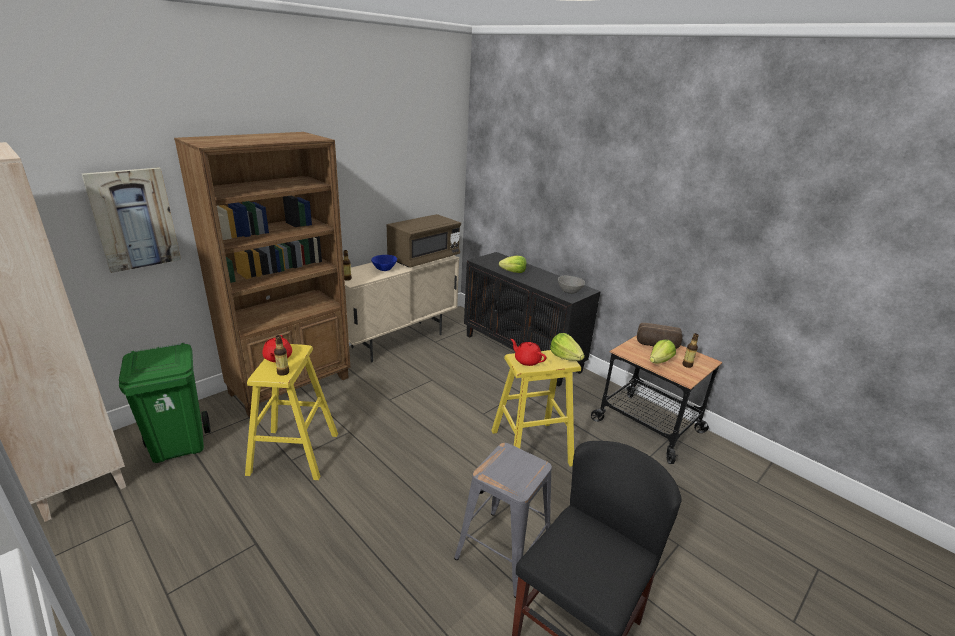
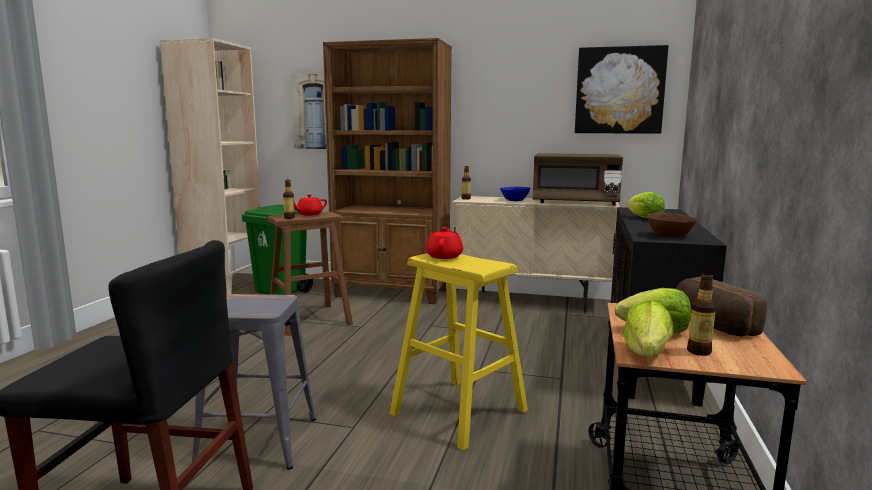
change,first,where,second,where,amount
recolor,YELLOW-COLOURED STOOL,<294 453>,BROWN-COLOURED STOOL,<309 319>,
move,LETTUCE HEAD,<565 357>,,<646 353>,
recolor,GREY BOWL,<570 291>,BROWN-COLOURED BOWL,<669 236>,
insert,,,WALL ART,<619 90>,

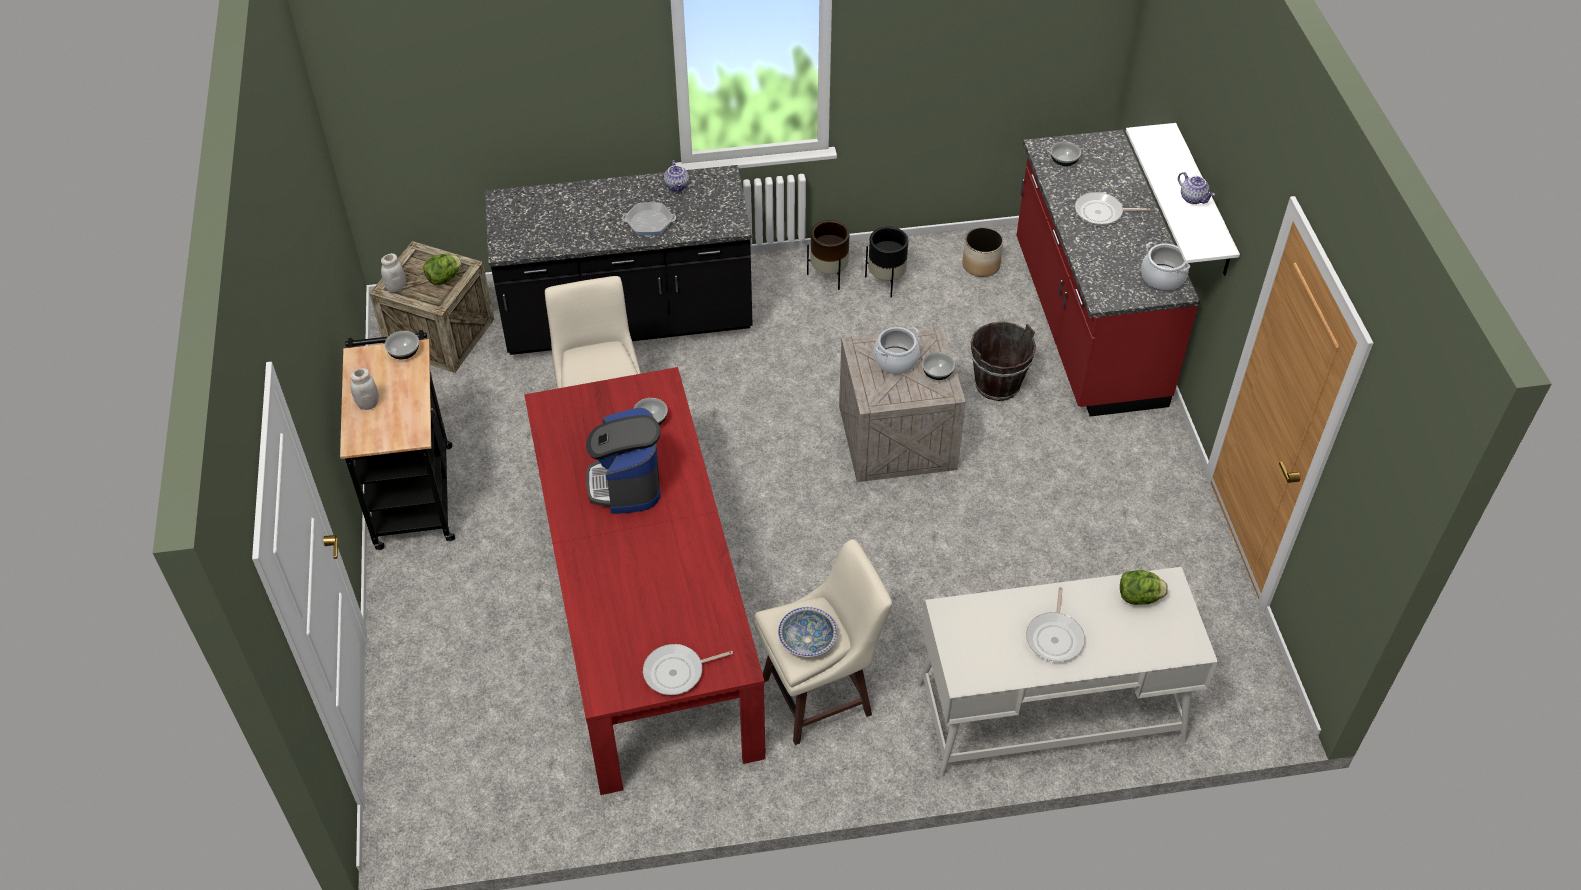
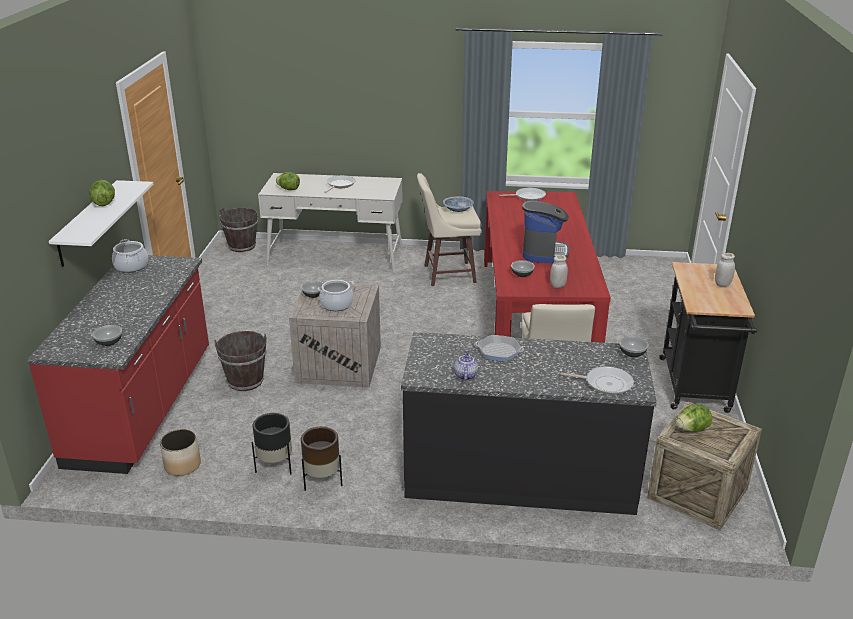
change,first,where,second,where,amount
move,WHITISH STORAGE JAR,<396 287>,,<558 285>,
move,BOWL,<404 353>,,<632 353>,
move,SKILLET,<1101 213>,,<605 383>,
replace,TEA POT,<1193 198>,LETTUCE HEAD,<104 203>,
insert,,,BROWN-COLOURED PAIL,<242 246>,

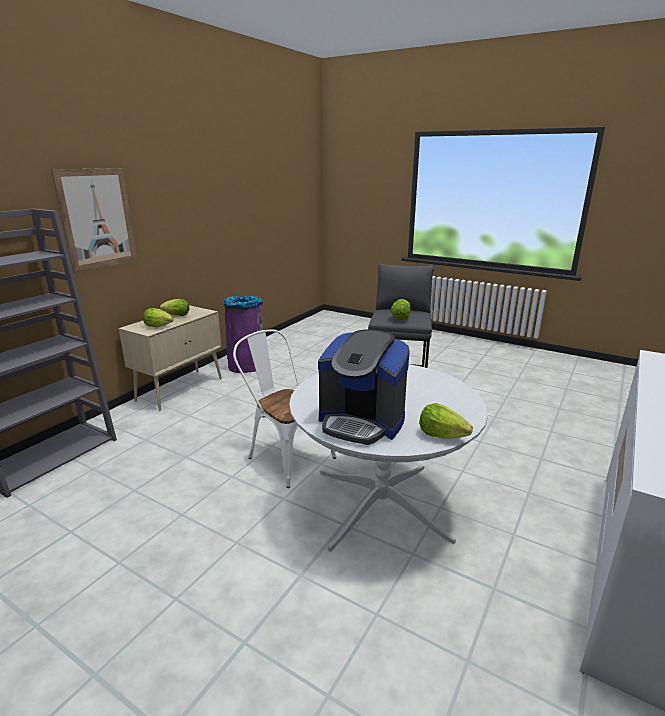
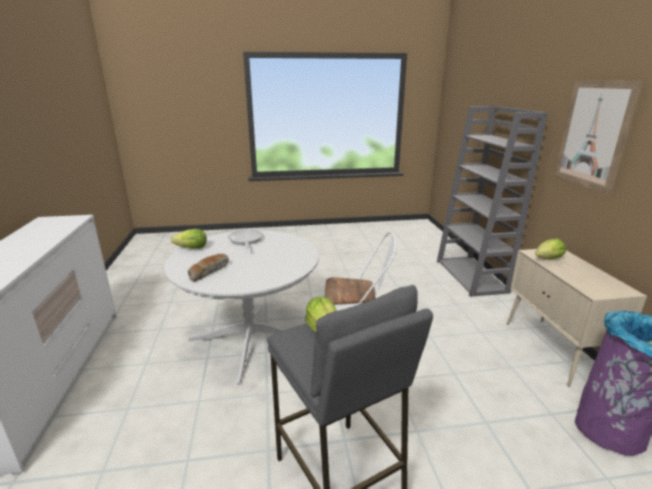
change,first,where,second,where,amount
delete,LETTUCE HEAD,<177 315>,,,
replace,COFFEE MACHINE,<361 422>,SKILLET,<245 241>,
insert,,,BREAD,<209 271>,

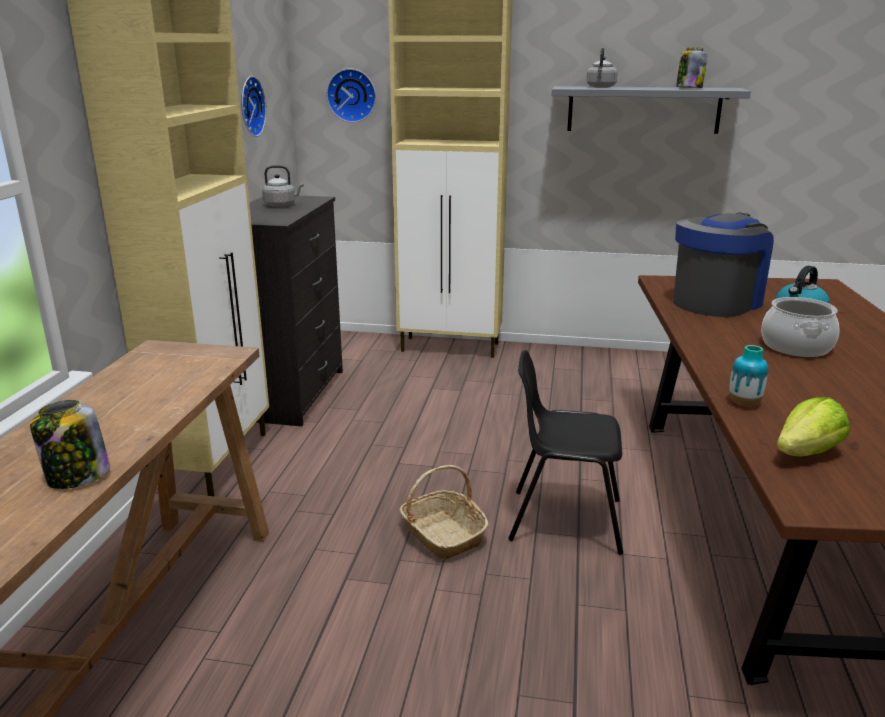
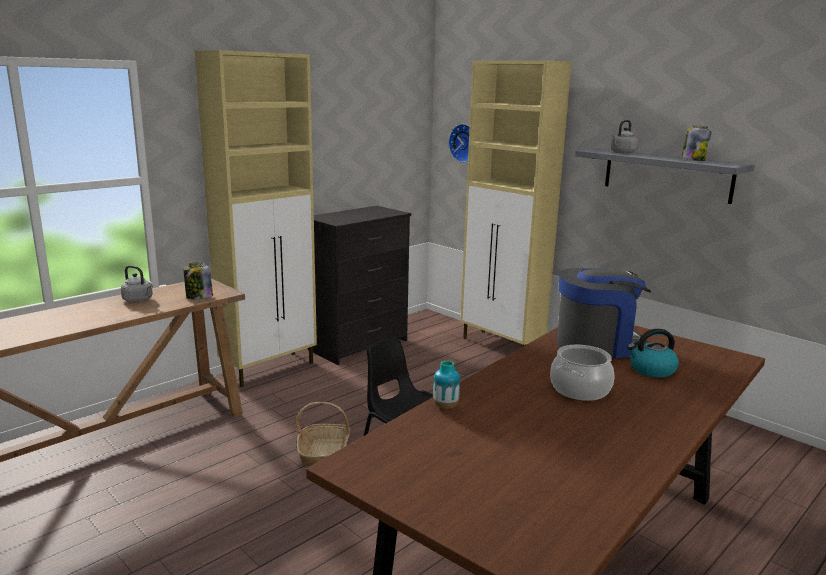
change,first,where,second,where,amount
move,STORAGE JAR,<77 477>,,<199 297>,
delete,CLOCK ON THE WALL,<249 106>,,,
move,GREY WATER KETTLE,<281 205>,,<139 300>,
delete,LETTUCE HEAD,<806 453>,,,

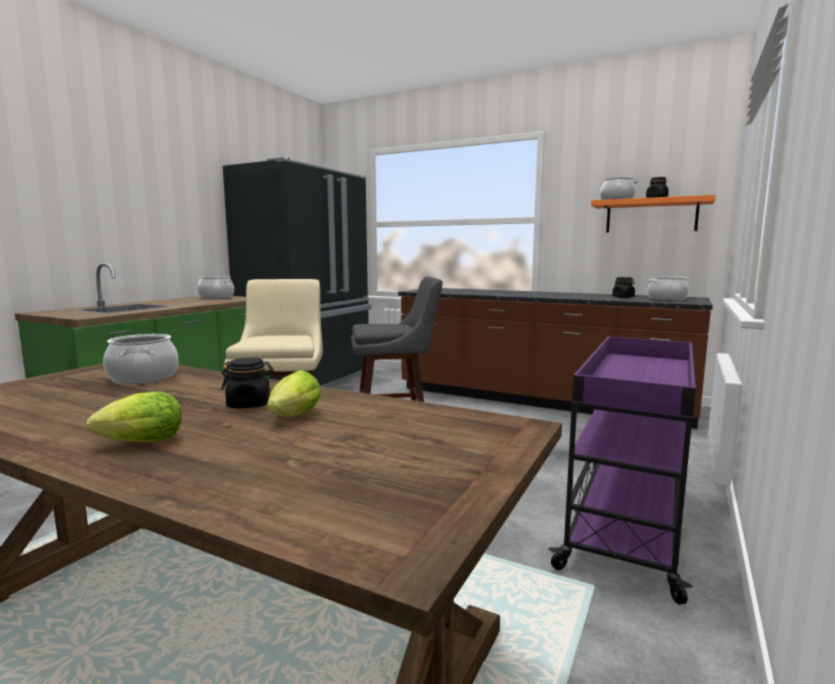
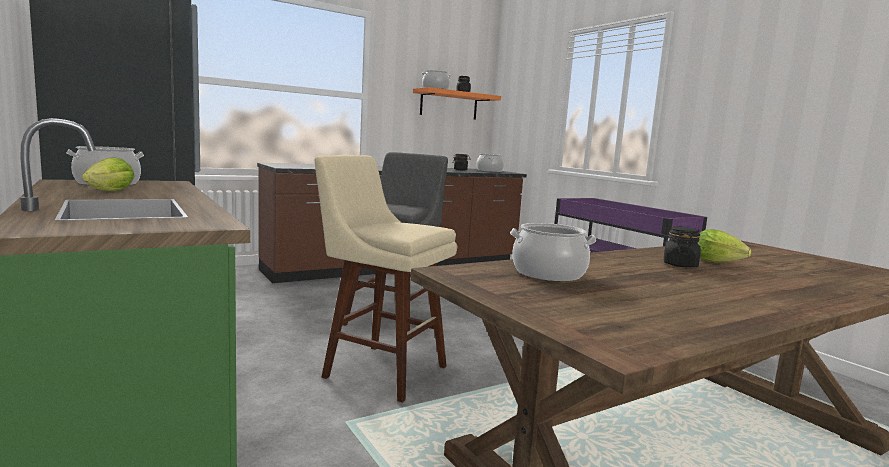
change,first,where,second,where,amount
move,LETTUCE HEAD,<137 443>,,<107 191>,

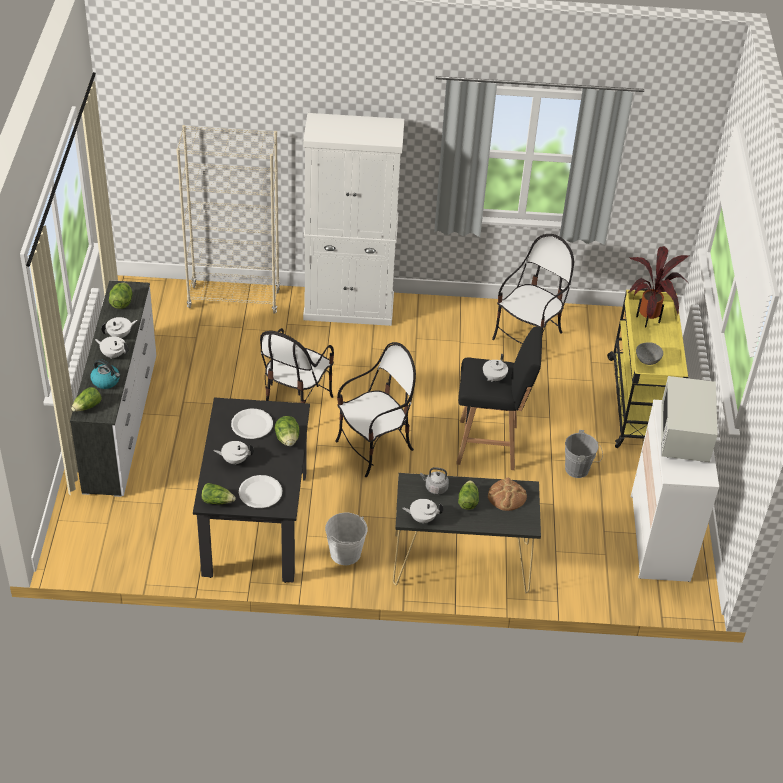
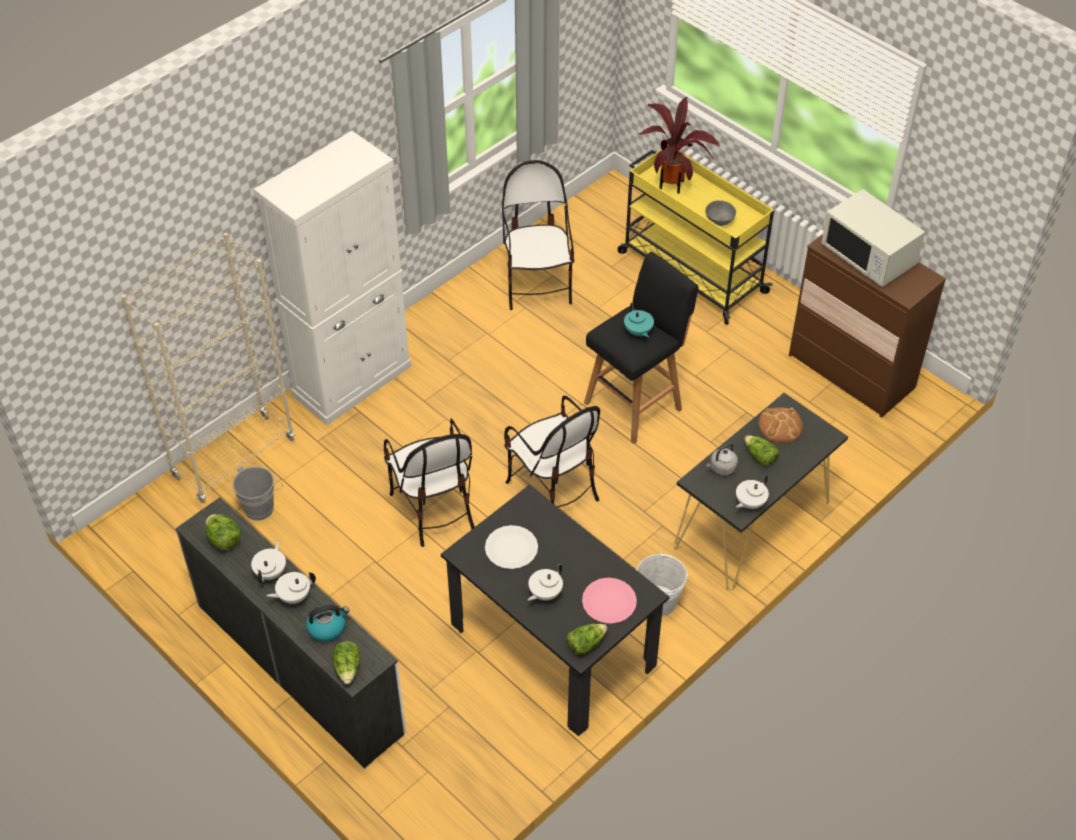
change,first,where,second,where,amount
recolor,WHITISH FLAT DISH,<260 493>,PINK FLAT DISH,<609 602>,
delete,LETTUCE HEAD,<287 439>,,,
rotate,PLAIN CHAIR,<374 448>,,<553 488>,135 degrees clockwise
recolor,WHITISH TEA POT,<493 378>,BLUE-GREEN TEA POT,<638 332>,
move,GREY PAIL,<579 469>,,<262 507>,
recolor,WHITISH CHEST OF DRAWERS,<659 538>,BROWN-COLOURED CHEST OF DRAWERS,<851 372>,

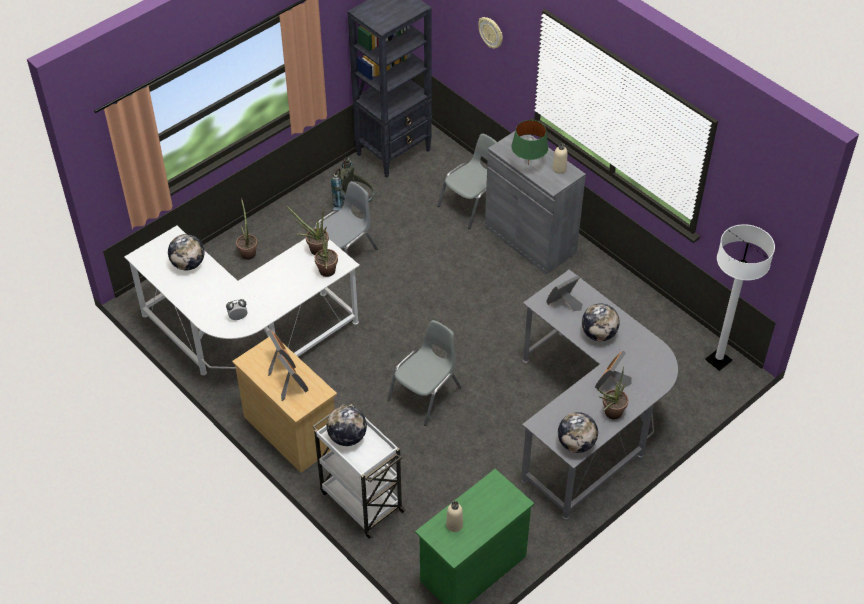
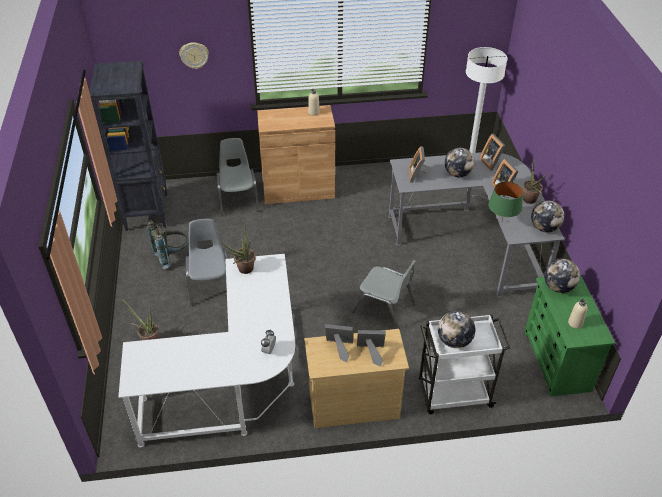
change,first,where,second,where,amount
move,WORLD GLOBE,<188 264>,,<558 287>,
delete,HOUSEPLANT,<326 273>,,,
rotate,GREY PLAIN CHAIR,<425 394>,,<384 308>,135 degrees clockwise
recolor,GREY STORAGE CABINET,<530 239>,BROWN-COLOURED STORAGE CABINET,<298 190>,
move,GREEN-COLOURED TABLE LAMP,<528 164>,,<501 222>,
insert,,,STANDING FRAME,<491 162>,

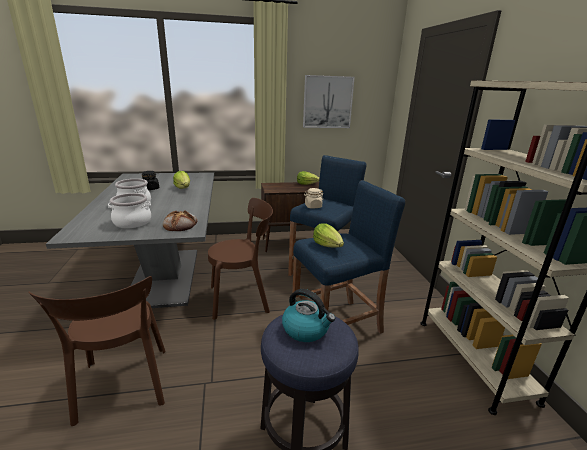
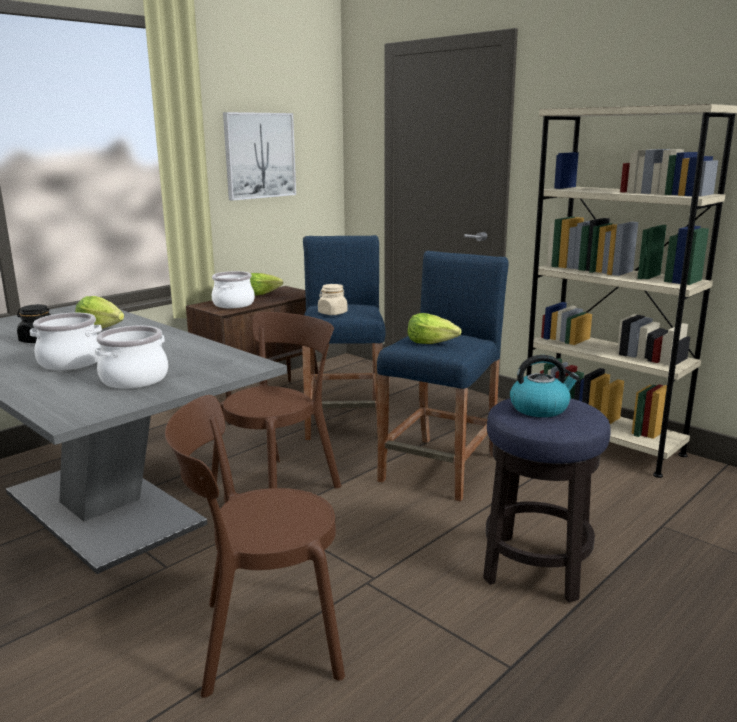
change,first,where,second,where,amount
rotate,BROWN-COLOURED PLAIN CHAIR,<123 387>,,<262 639>,135 degrees clockwise
delete,BREAD,<180 224>,,,
insert,,,COOKING POT,<233 304>,

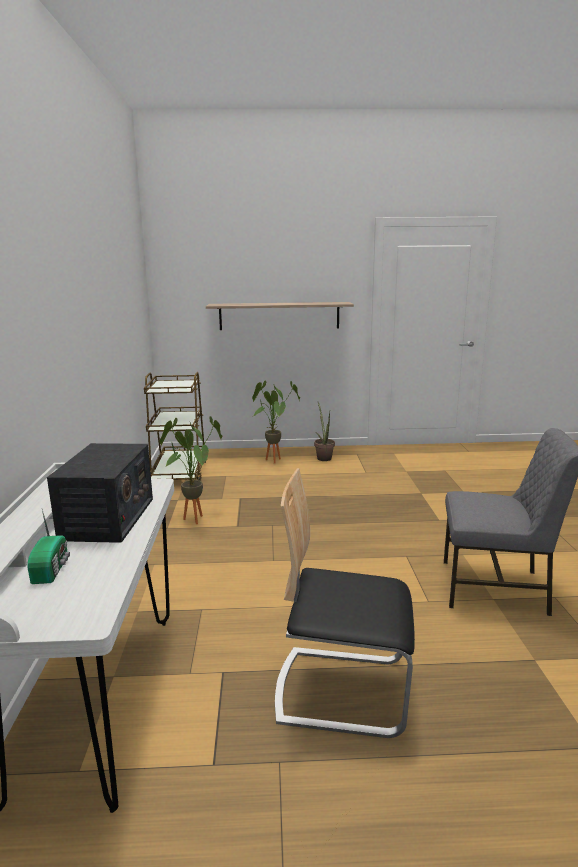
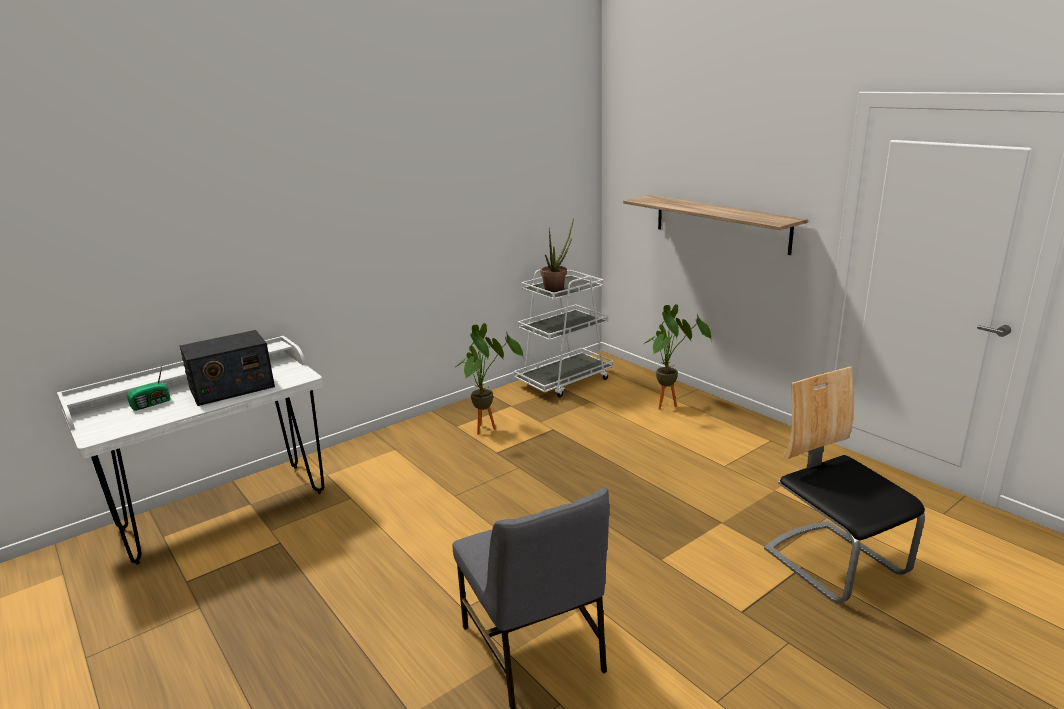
change,first,where,second,where,amount
recolor,BROWN-COLOURED WHEELED CART,<179 473>,WHITISH WHEELED CART,<564 381>,
move,PLAIN CHAIR,<342 689>,,<834 562>,
move,HOUSEPLANT,<323 457>,,<557 290>,

